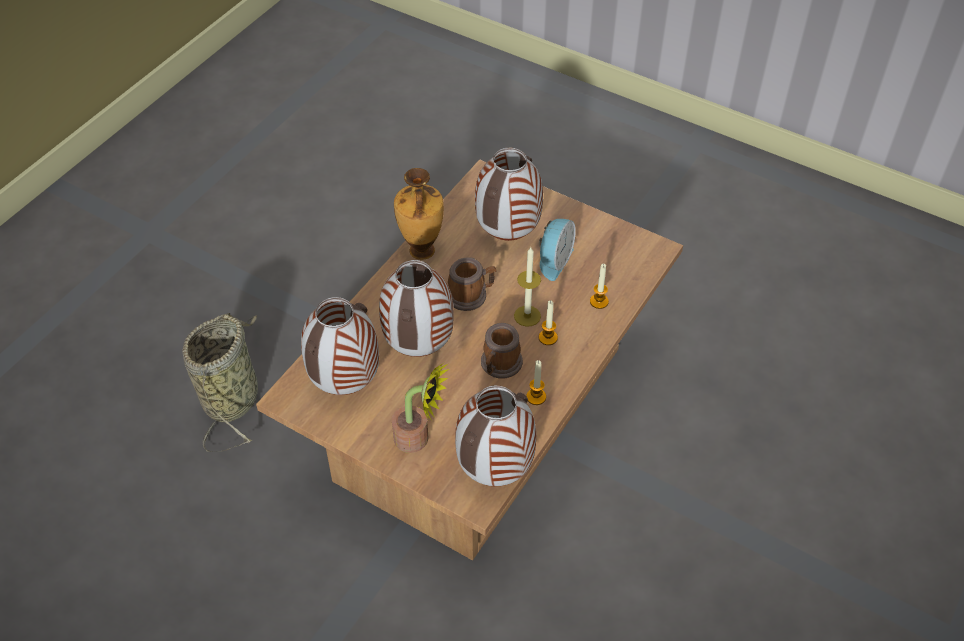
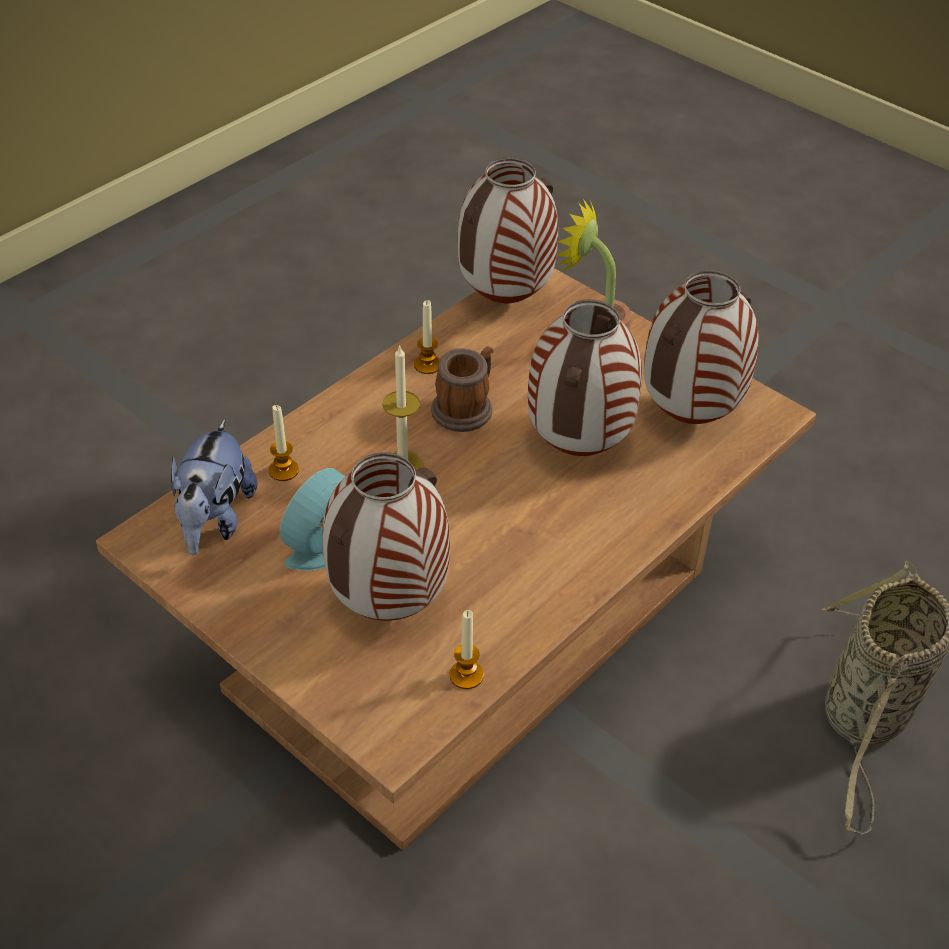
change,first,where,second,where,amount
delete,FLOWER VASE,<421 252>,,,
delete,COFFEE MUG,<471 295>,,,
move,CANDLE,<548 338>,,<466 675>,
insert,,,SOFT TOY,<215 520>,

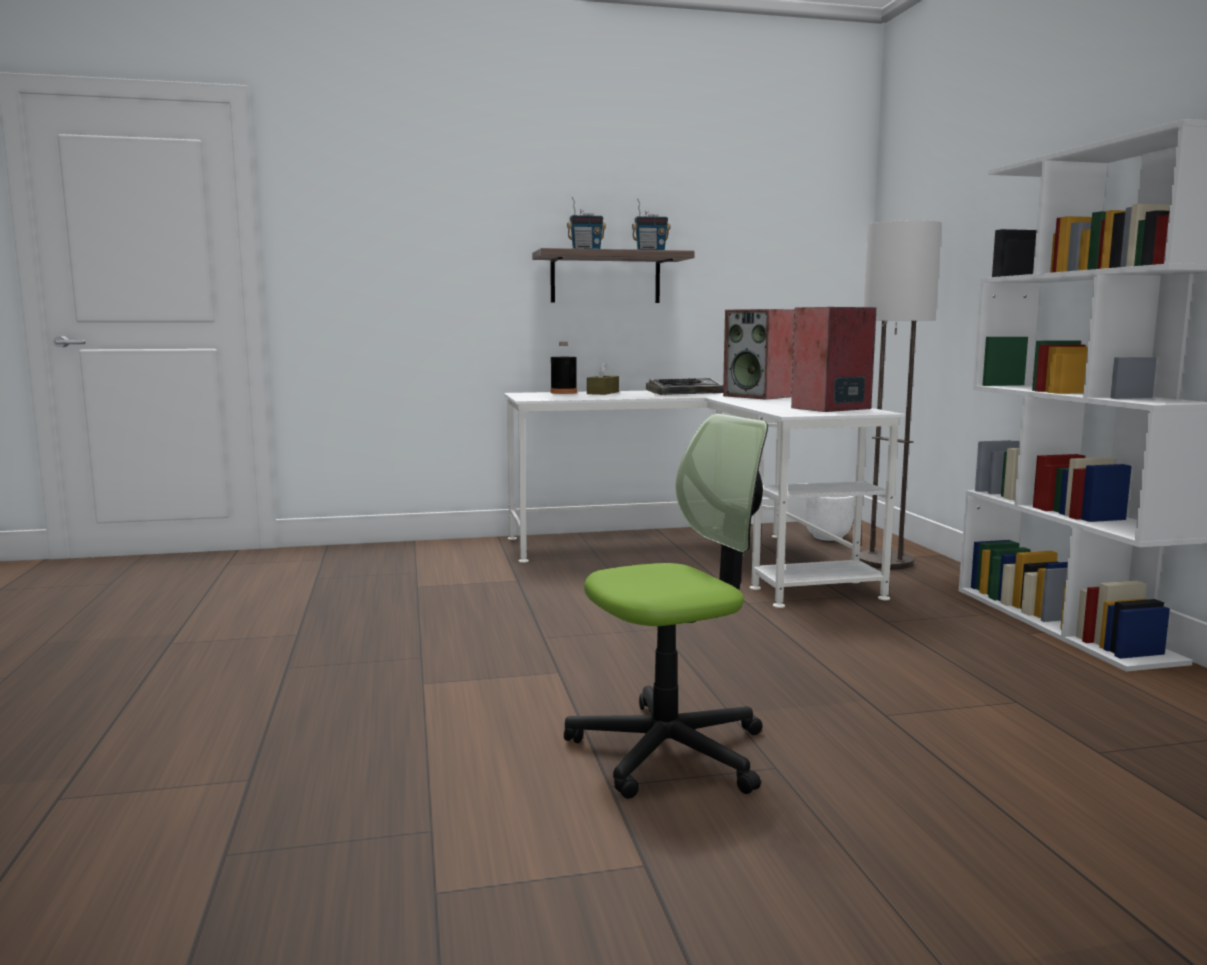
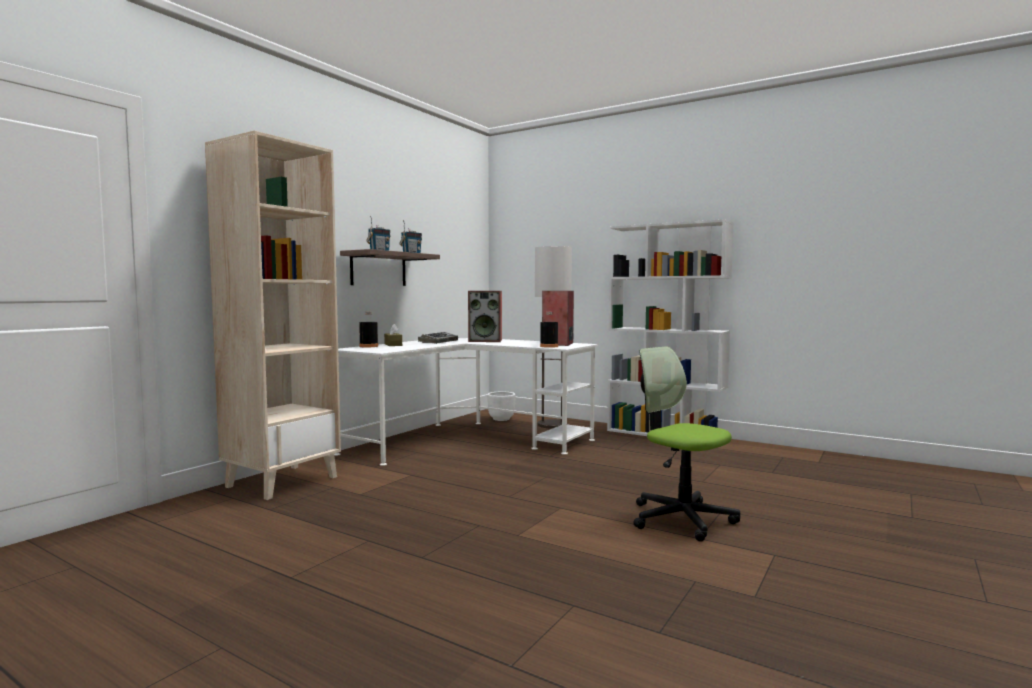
change,first,where,second,where,amount
rotate,COMPUTER CHAIR,<669 750>,,<681 519>,60 degrees counterclockwise
insert,,,BEIGE SHELVING UNIT,<282 481>,
insert,,,BLACK-COLOURED DRINK BOTTLE,<549 346>,

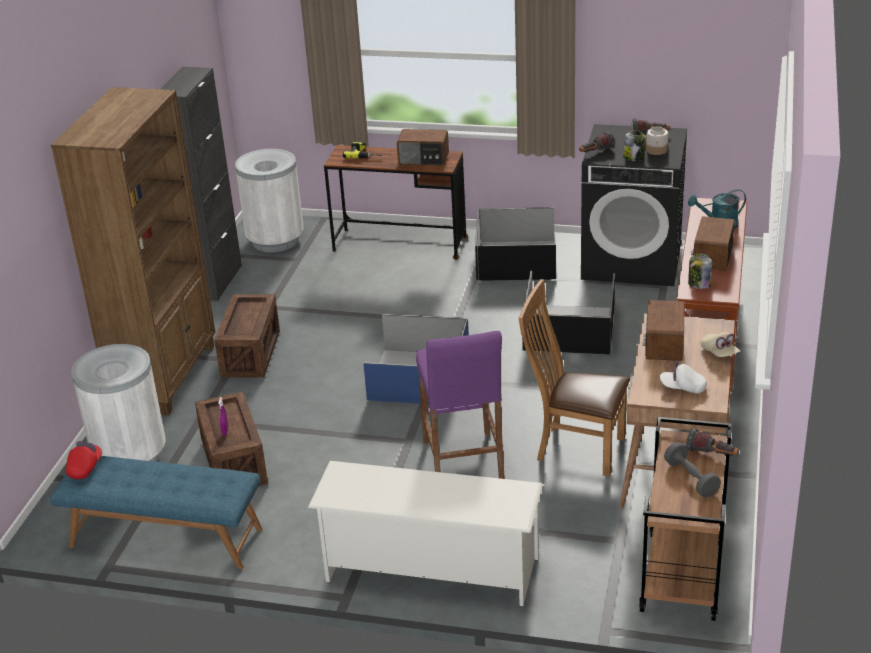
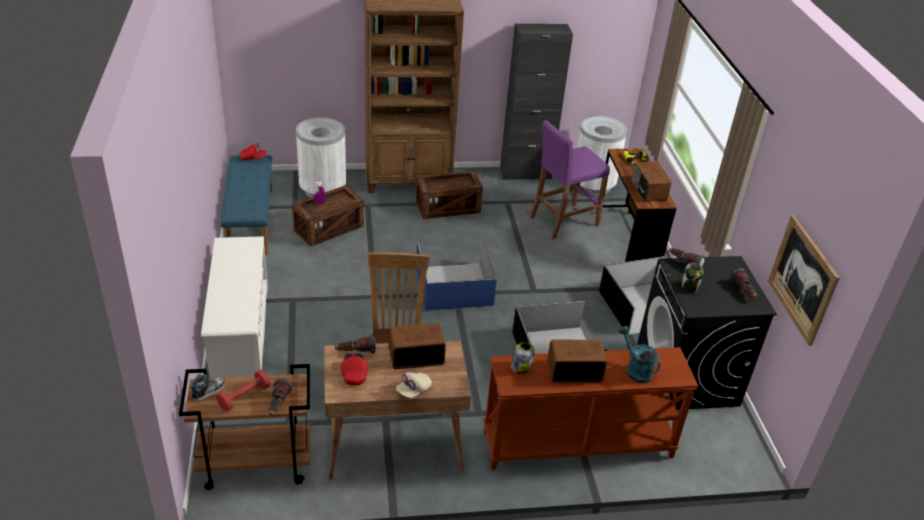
change,first,where,second,where,amount
move,PURPLE STOOL,<463 463>,,<563 221>,
delete,STORAGE JAR,<656 150>,,,
recolor,WHITISH PEAKED CAP,<682 387>,REDDISH PEAKED CAP,<354 373>,
recolor,GREY DUMBBELL,<691 479>,REDDISH DUMBBELL,<244 397>,
insert,,,ITEM OF FOOTWEAR,<209 391>,
insert,,,TORCH,<355 352>,
insert,,,WALL ART,<802 279>,

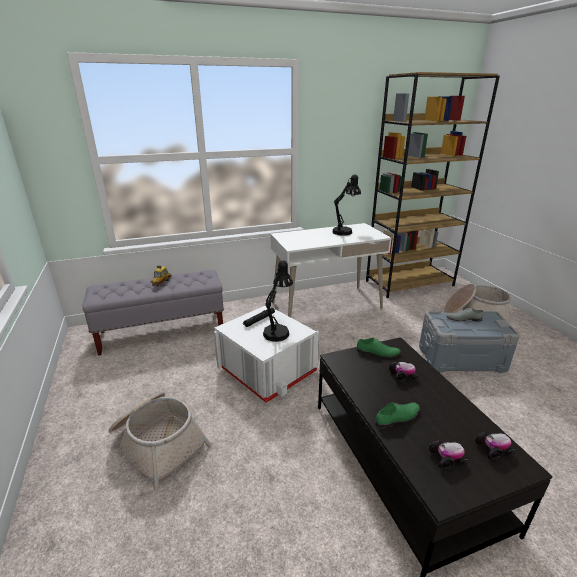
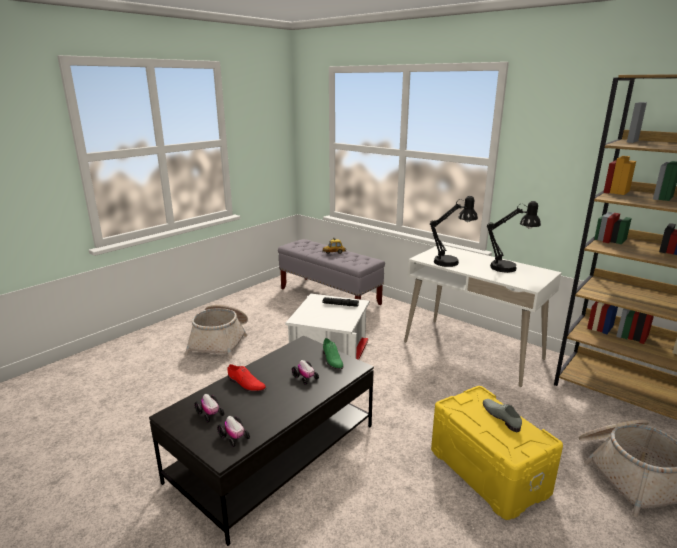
change,first,where,second,where,amount
move,BLACK-COLOURED TABLE LAMP,<278 331>,,<451 262>,
recolor,GREEN-COLOURED ITEM OF FOOTWEAR,<398 418>,REDDISH ITEM OF FOOTWEAR,<246 384>,
recolor,GREY STORAGE BOX,<461 359>,YELLOW-COLOURED STORAGE BOX,<487 471>,

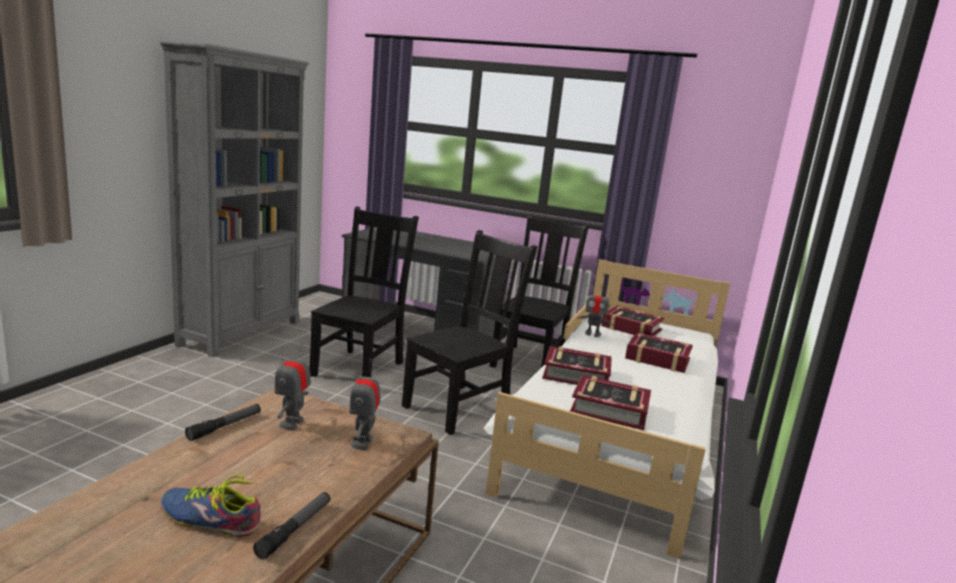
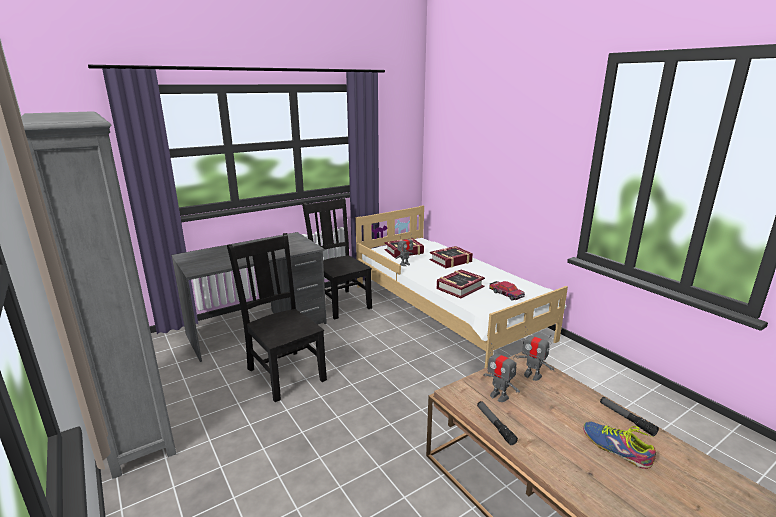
change,first,where,second,where,amount
rotate,ITEM OF FOOTWEAR,<210 519>,,<616 448>,90 degrees clockwise
delete,BLACK-COLOURED PLAIN CHAIR,<459 407>,,,
replace,VOLUME,<609 409>,MINIATURE CAR,<506 294>,

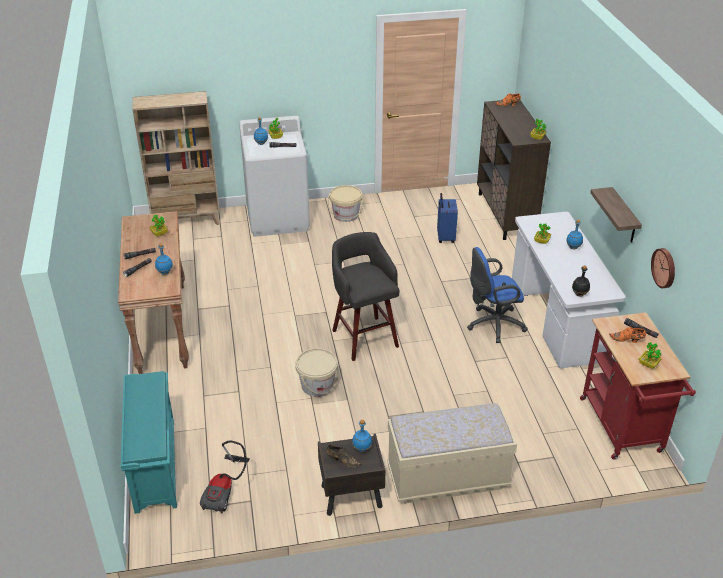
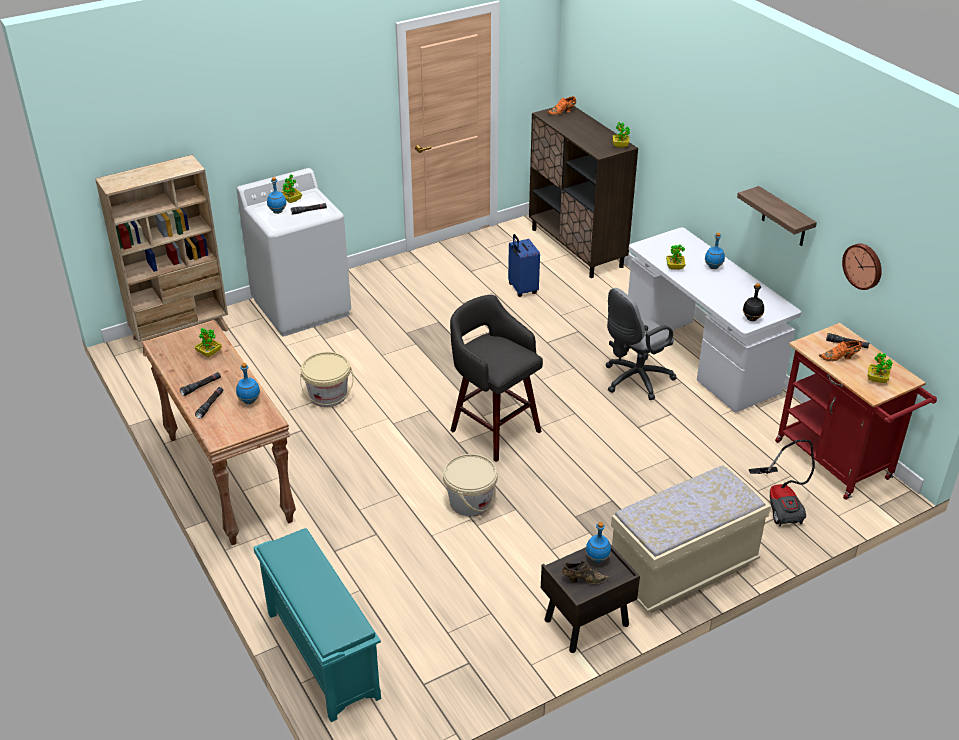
change,first,where,second,where,amount
move,HOOVER,<225 490>,,<782 502>,
move,BEIGE PAIL,<346 215>,,<328 395>,
recolor,BLUE-COLOURED COMPUTER CHAIR,<492 325>,GREY COMPUTER CHAIR,<634 380>,

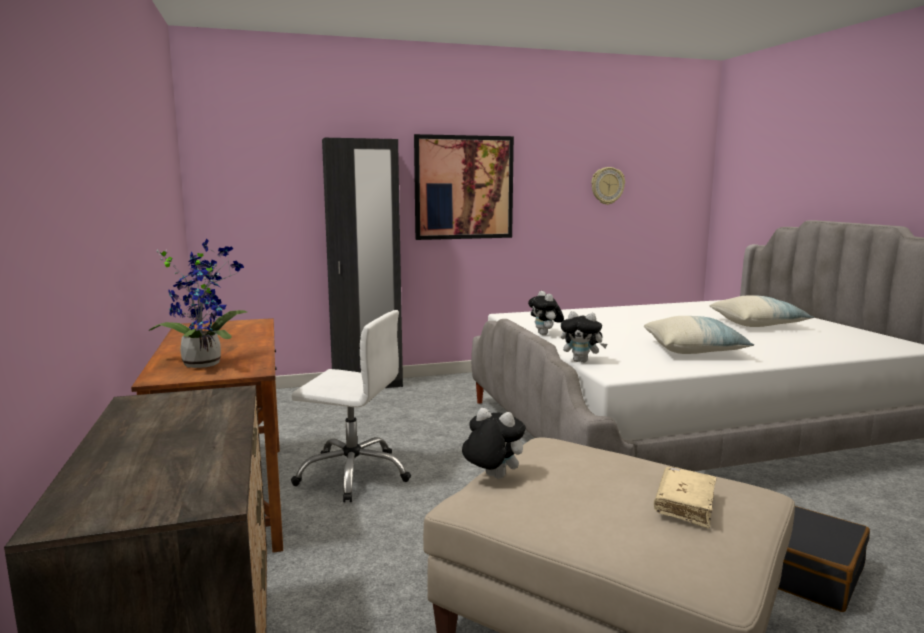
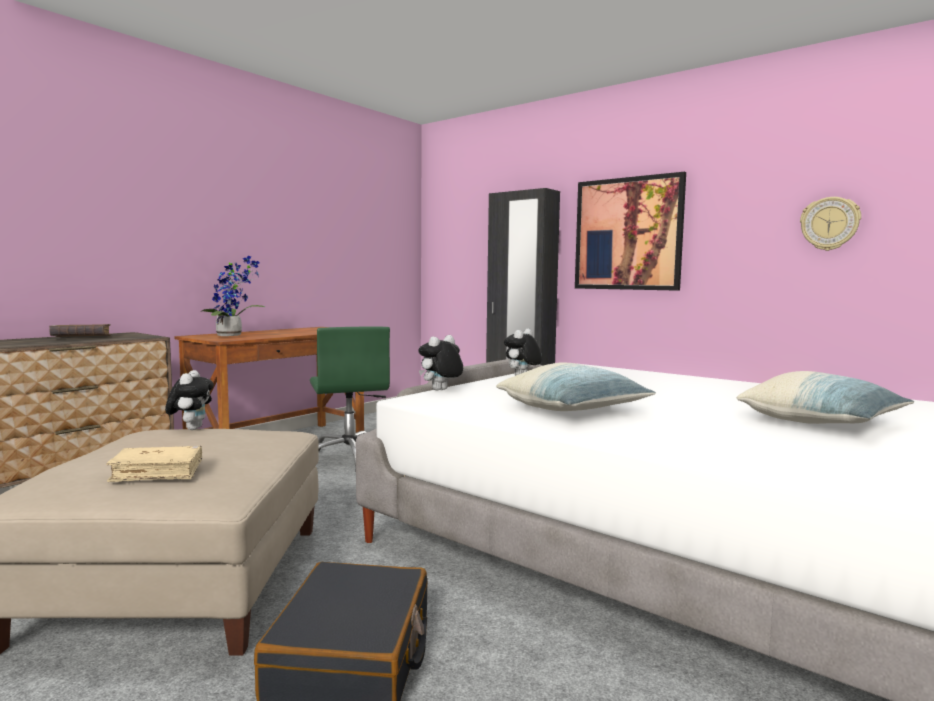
change,first,where,second,where,amount
recolor,WHITISH COMPUTER CHAIR,<353 474>,GREEN-COLOURED COMPUTER CHAIR,<350 459>,
rotate,SOFT TOY,<582 361>,,<440 390>,60 degrees clockwise
insert,,,BROWN-COLOURED VOLUME,<81 337>,

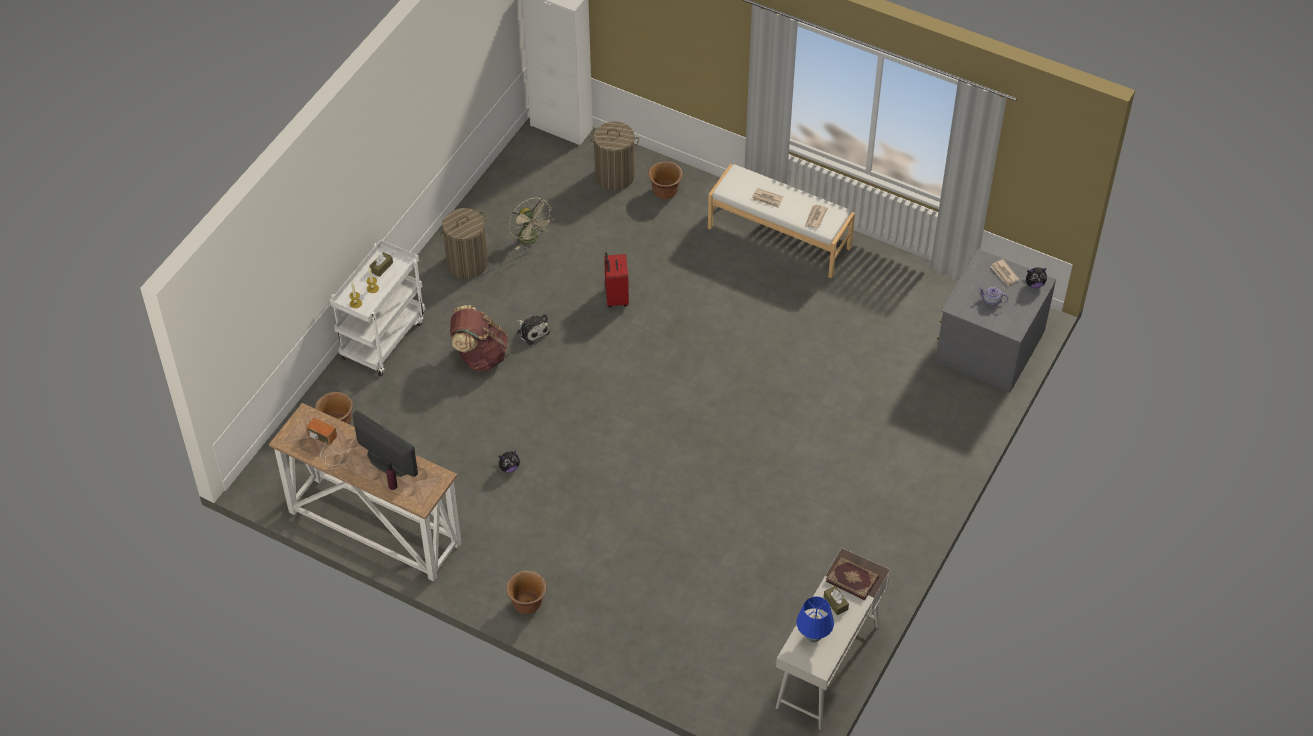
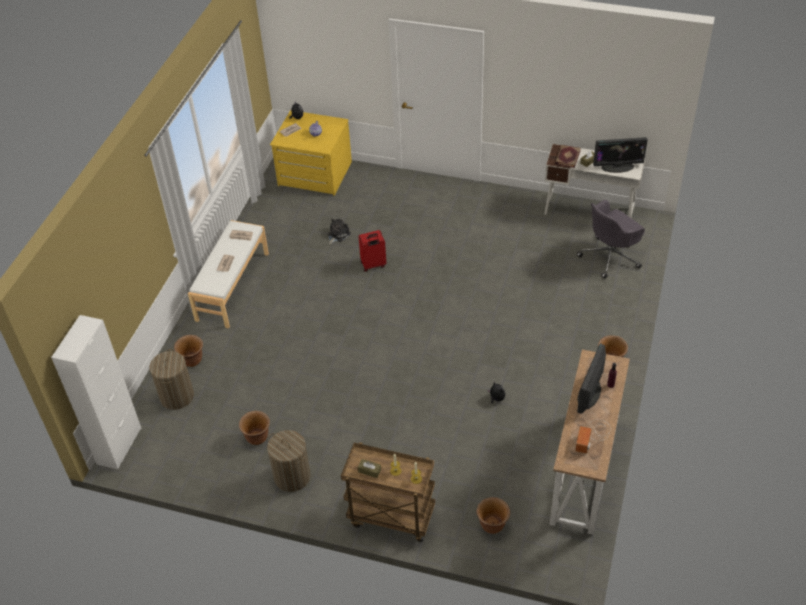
change,first,where,second,where,amount
recolor,WHITISH WHEELED CART,<383 338>,BROWN-COLOURED WHEELED CART,<390 517>,
delete,BROWN-COLOURED KNAPSACK,<479 356>,,,
replace,BEIGE FAN,<531 239>,BROWN-COLOURED FLOWER POT,<257 437>,
move,SOFT TOY,<532 331>,,<337 235>,
move,REDDISH TRAVEL CASE,<615 297>,,<373 265>,
replace,BLUE-COLOURED TABLE LAMP,<813 637>,COMPUTER SCREEN,<617 167>,
recolor,GREY CHEST OF DRAWERS,<988 345>,YELLOW-COLOURED CHEST OF DRAWERS,<314 174>,
insert,,,GREY COMPUTER CHAIR,<610 256>,

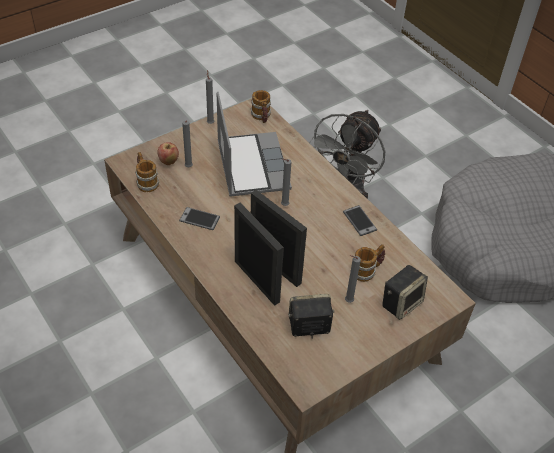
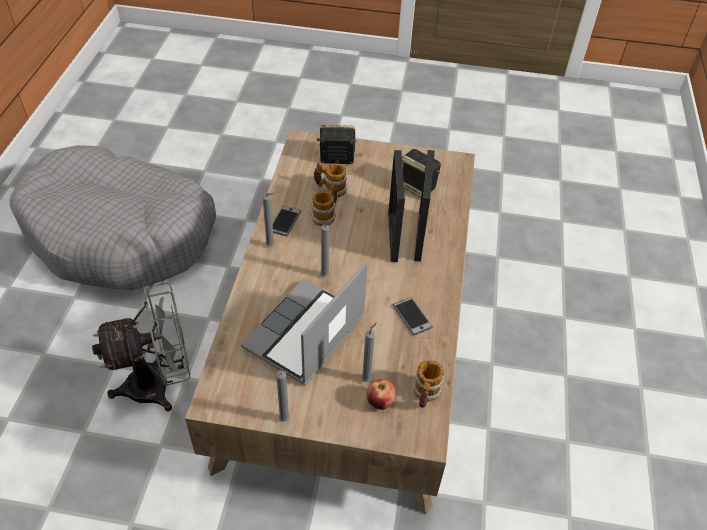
change,first,where,second,where,amount
move,COFFEE MUG,<261 117>,,<326 215>,
move,GREY CANDLE,<347 301>,,<271 246>,

